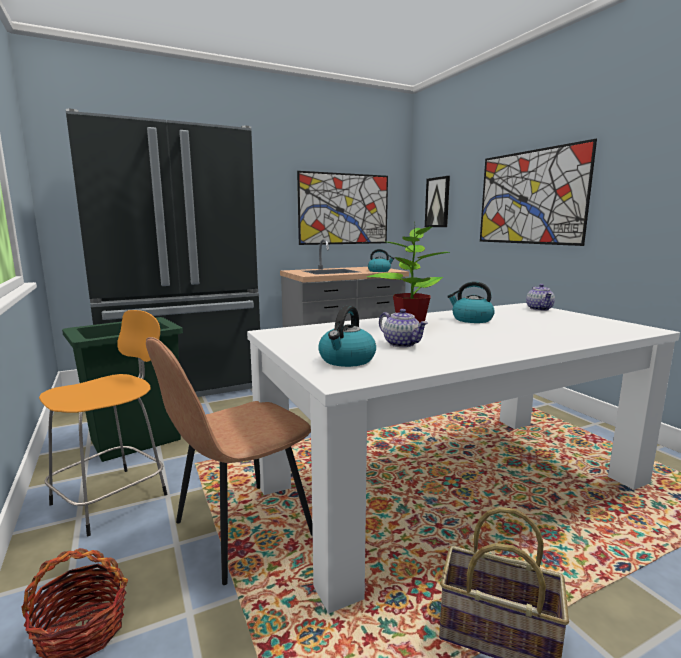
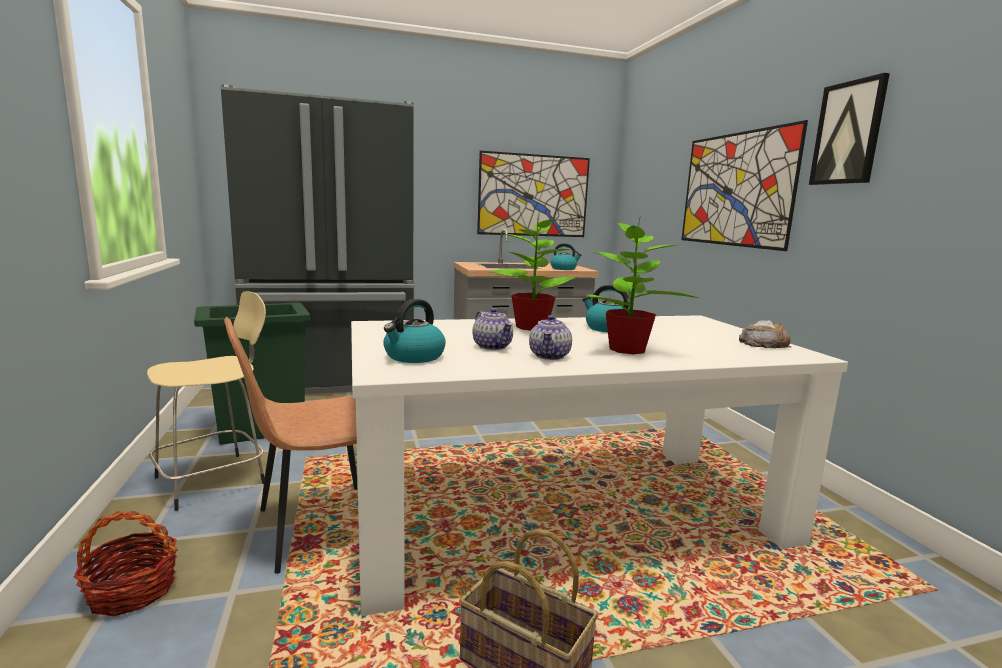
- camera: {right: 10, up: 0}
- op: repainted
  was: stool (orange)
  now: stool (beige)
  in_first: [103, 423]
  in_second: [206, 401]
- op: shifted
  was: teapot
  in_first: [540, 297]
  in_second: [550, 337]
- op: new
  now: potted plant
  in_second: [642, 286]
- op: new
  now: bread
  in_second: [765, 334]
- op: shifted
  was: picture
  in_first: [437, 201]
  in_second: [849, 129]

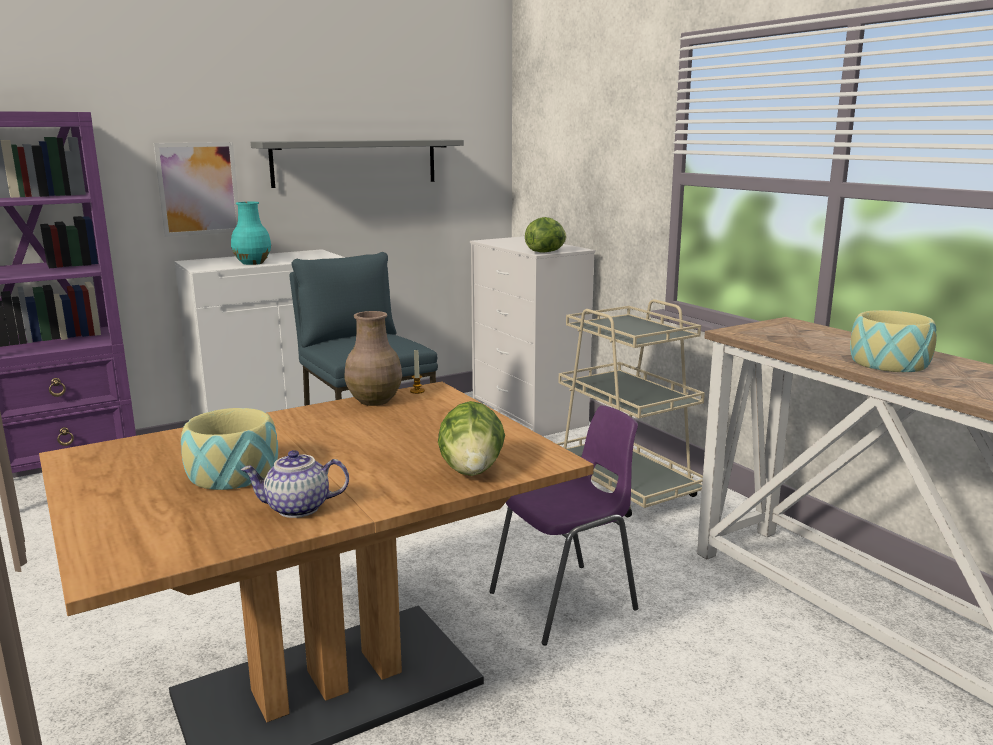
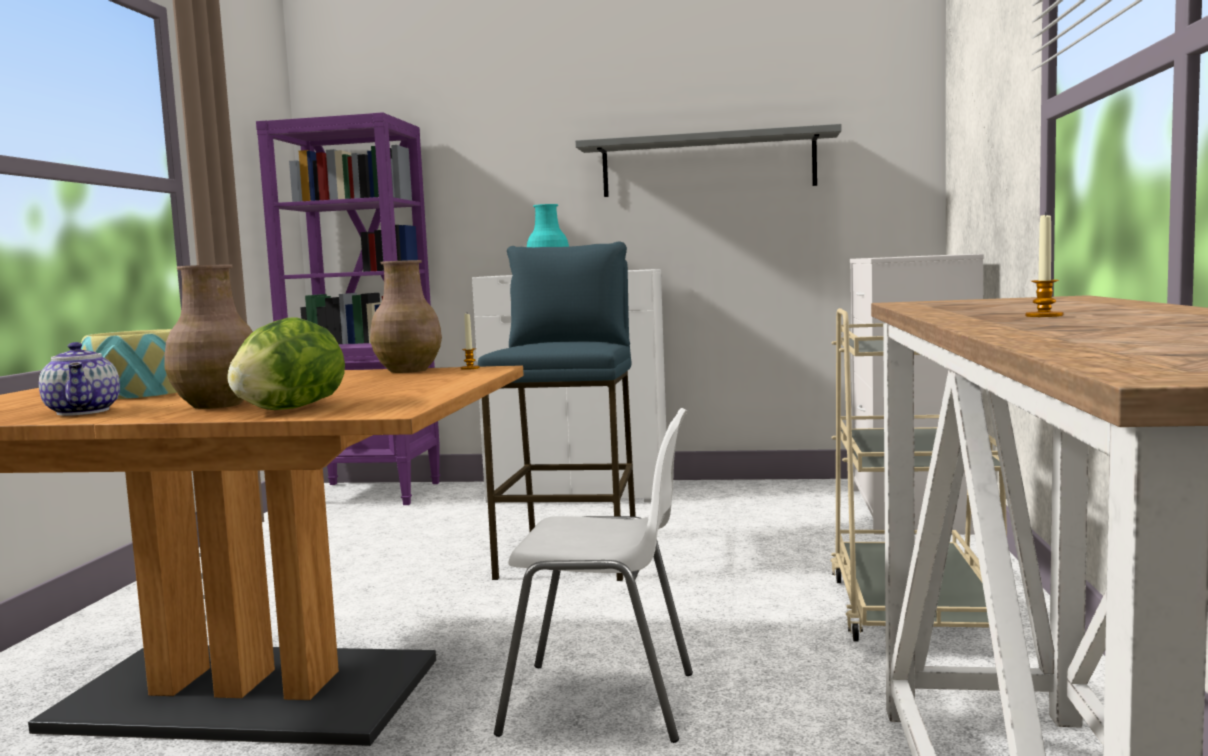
- camera: {right: 40, up: -10}
- op: rotated
  was: teapot
  in_first: [294, 484]
  in_second: [79, 379]
  clockwise: -150
- op: new
  now: vase (brown)
  in_second: [209, 336]
- op: repainted
  was: chair (purple)
  now: chair (white)
  in_first: [563, 526]
  in_second: [593, 575]
- op: swapped
  was: bowl
  now: candle
  in_first: [893, 341]
  in_second: [1044, 264]
- op: gone
  was: picture
  in_first: [196, 189]
- op: gone
  was: lettuce
  in_first: [545, 234]

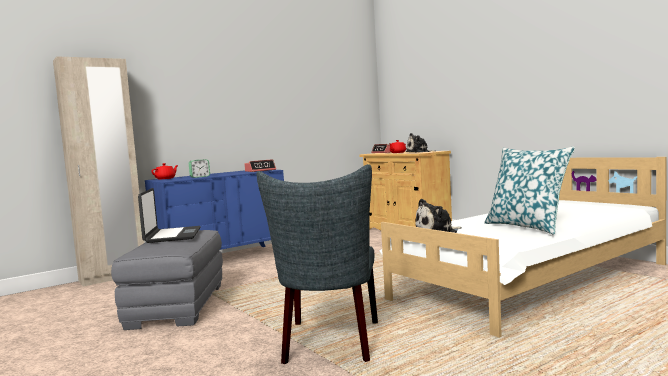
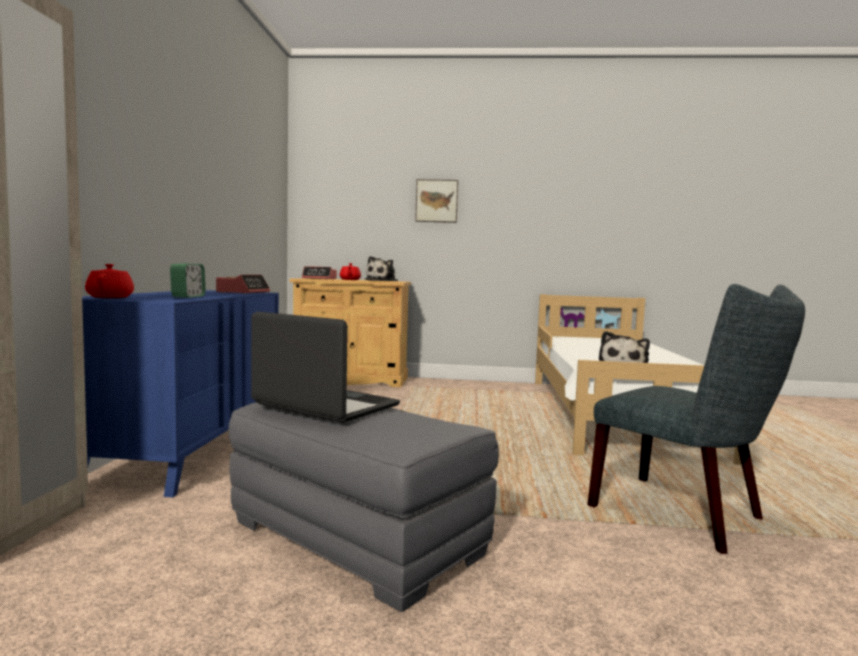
- camera: {right: -50, up: 0}
- op: new
  now: picture
  in_second: [436, 201]
- op: gone
  was: pillow
  in_first: [529, 191]

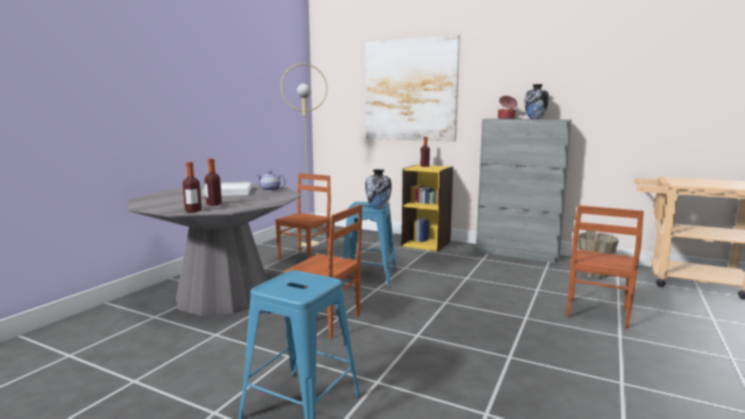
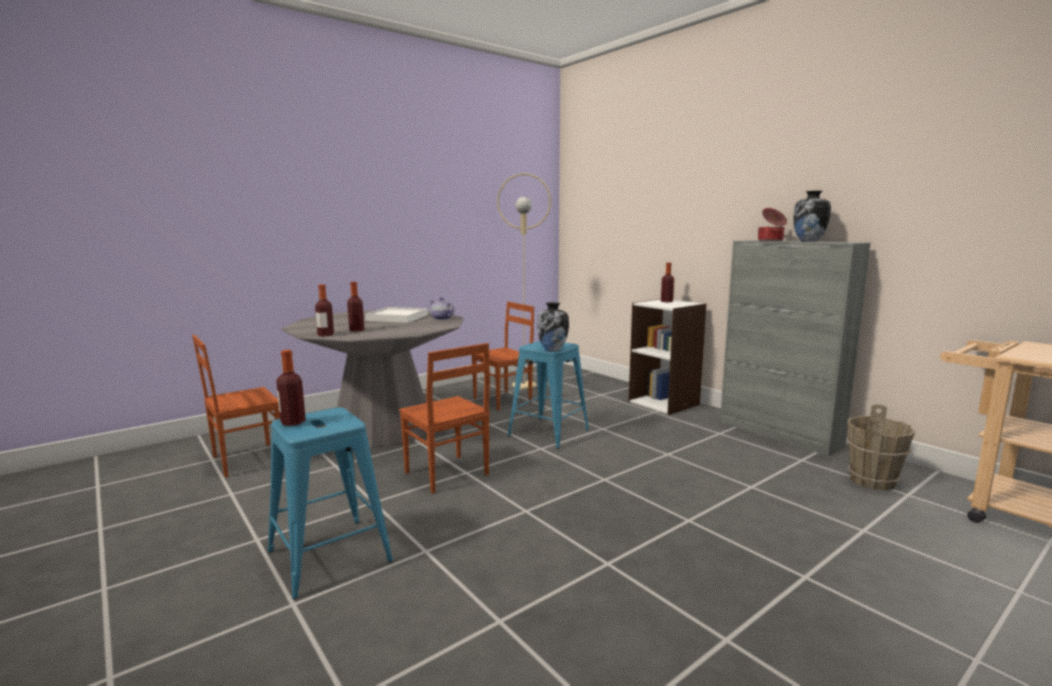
- camera: {right: 25, up: 0}
- op: shifted
  was: chair (brown)
  in_first: [605, 267]
  in_second: [236, 406]
- op: new
  now: bottle
  in_second: [291, 388]
- op: repainted
  was: bookcase (yellow)
  now: bookcase (white)
  in_first: [427, 208]
  in_second: [667, 357]
- op: gone
  was: picture
  in_first: [413, 88]

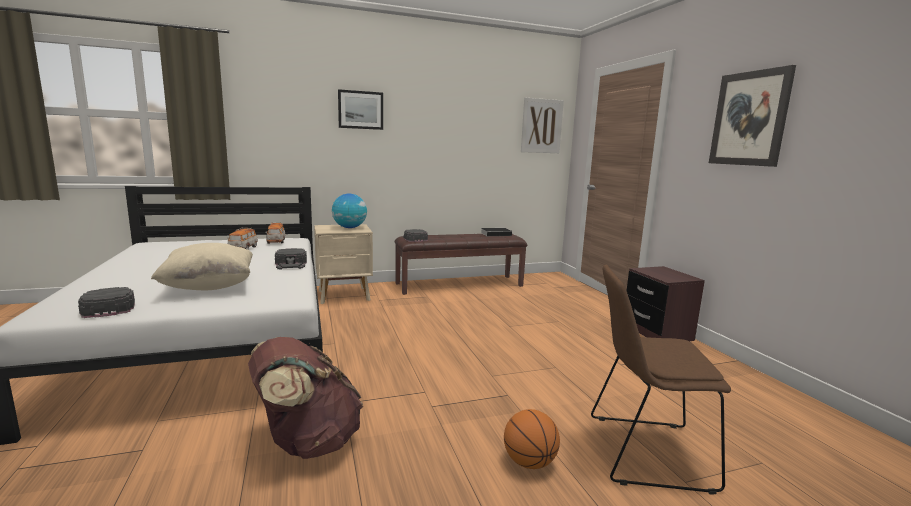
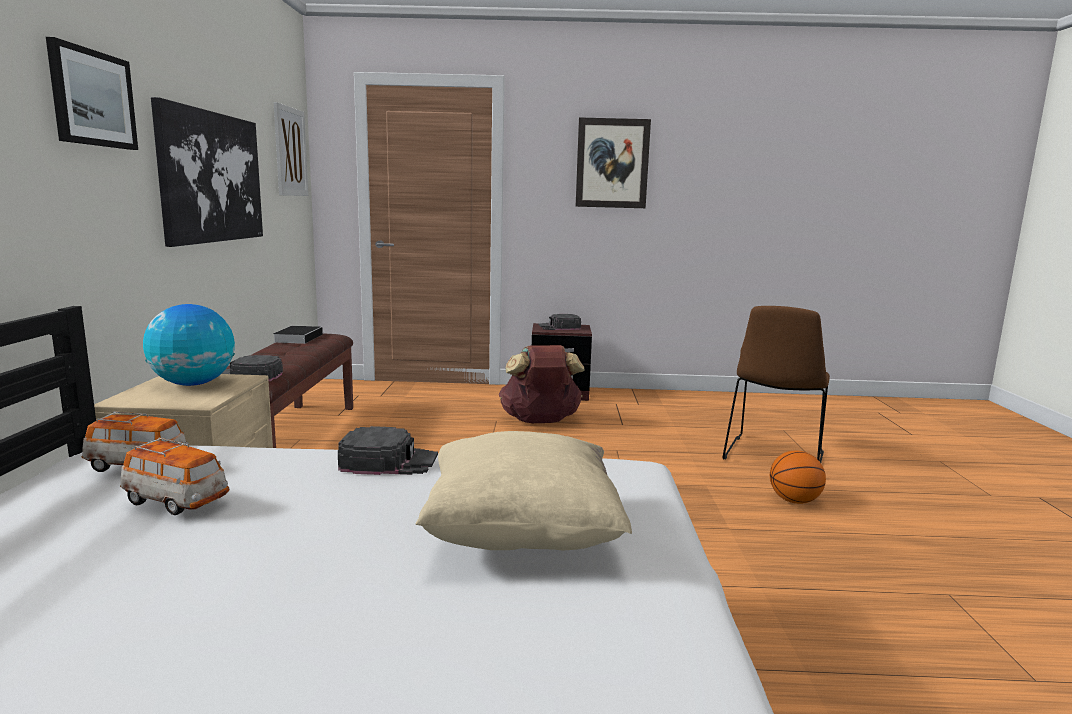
- camera: {right: -70, up: 0}
- op: new
  now: picture
  in_second: [207, 172]
- op: shifted
  was: backpack (brown)
  in_first: [305, 398]
  in_second: [541, 384]
- op: shifted
  was: cap (black)
  in_first: [106, 302]
  in_second: [559, 322]

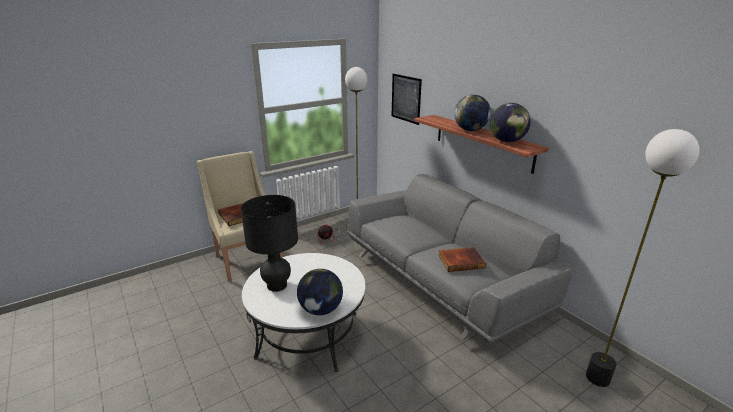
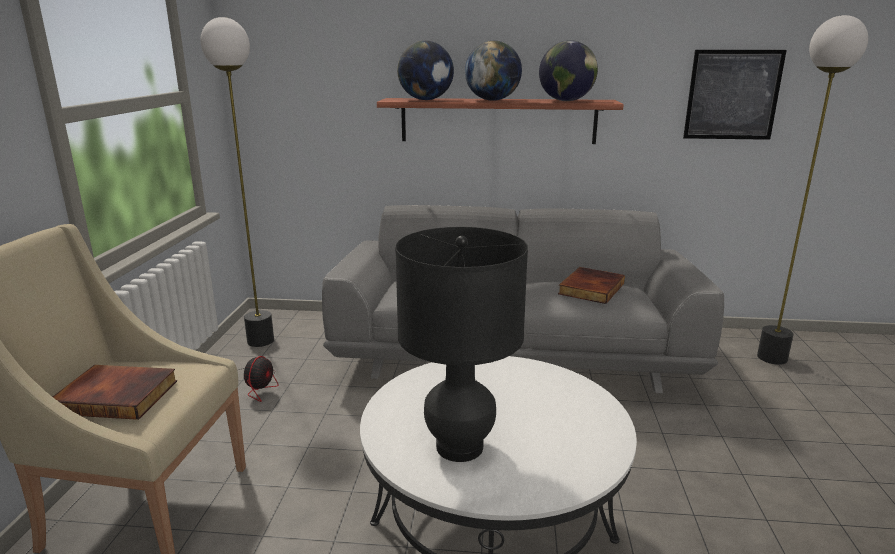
- camera: {right: -50, up: -5}
- op: shifted
  was: globe
  in_first: [320, 292]
  in_second: [425, 70]
- op: shifted
  was: picture
  in_first: [407, 99]
  in_second: [735, 95]

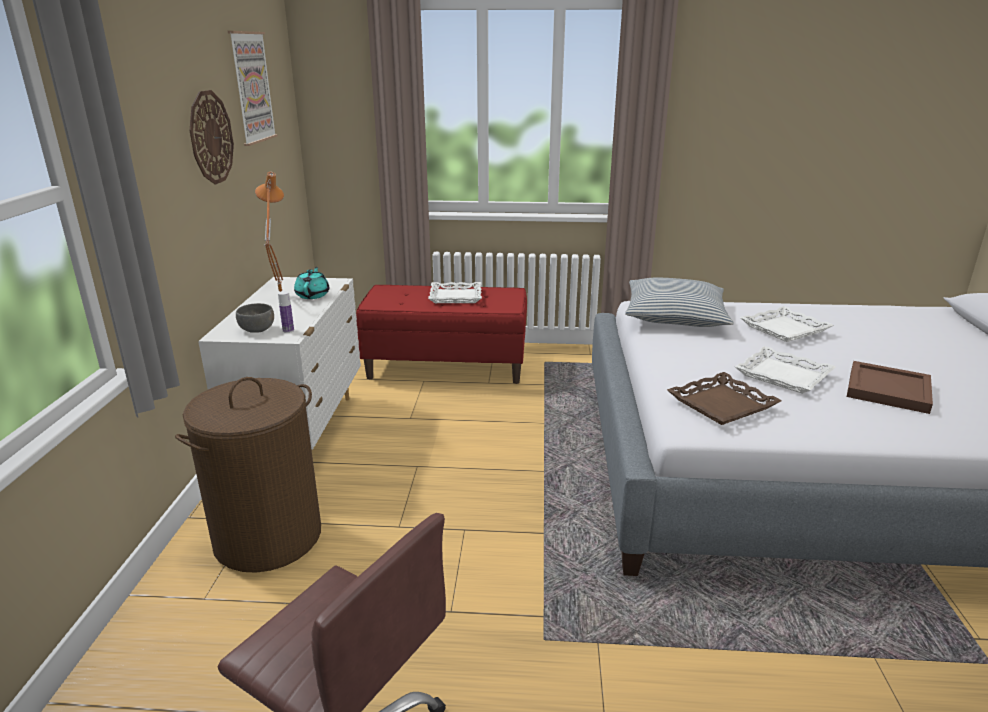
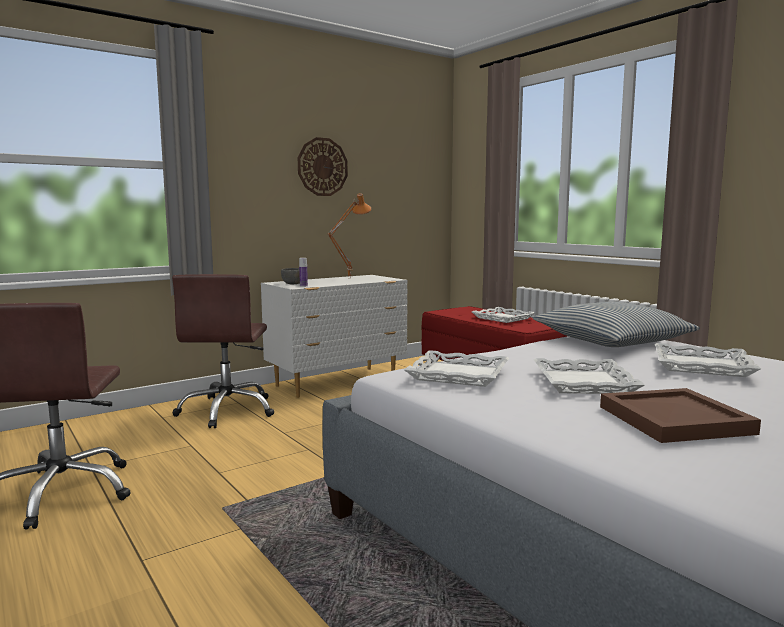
- camera: {right: 50, up: -15}
- op: swapped
  was: laundry basket (brown)
  now: office chair (brown)
  in_first: [248, 475]
  in_second: [223, 351]
- op: repainted
  was: tray (brown)
  now: tray (white)
  in_first: [724, 398]
  in_second: [456, 368]
- op: gone
  was: picture
  in_first: [253, 88]
- op: gone
  was: teapot (turquoise)
  in_first: [311, 283]

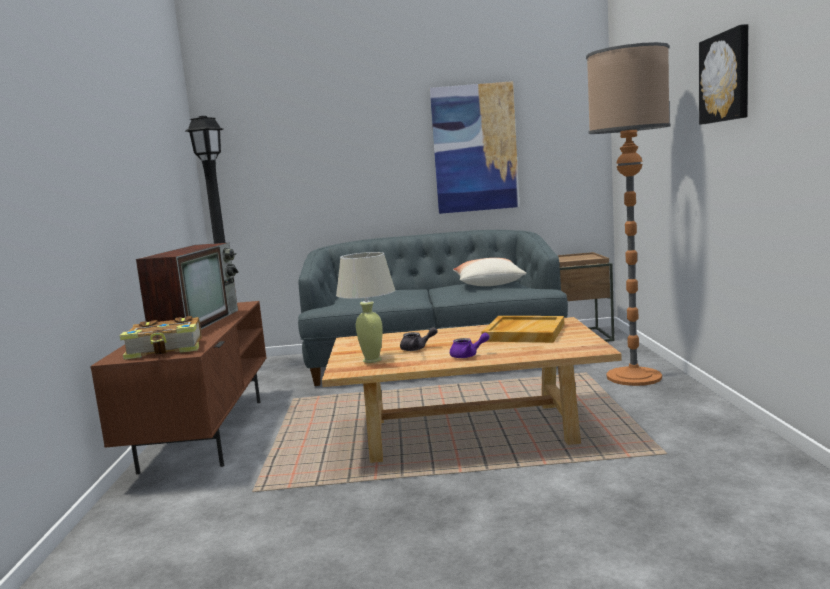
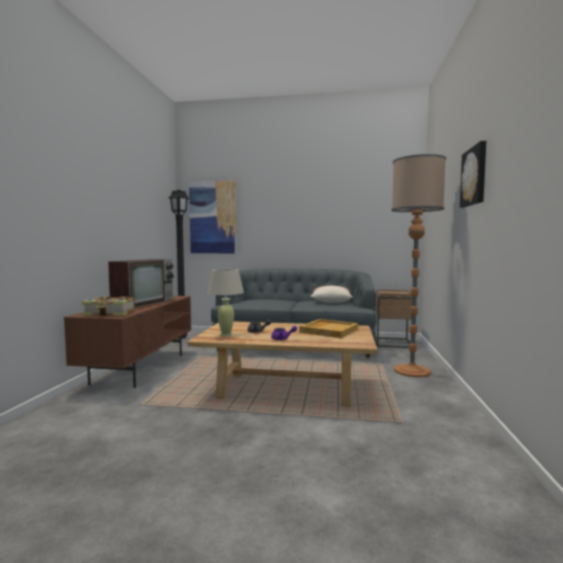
- camera: {right: 10, up: -5}
- op: shifted
  was: picture
  in_first: [475, 147]
  in_second: [213, 216]

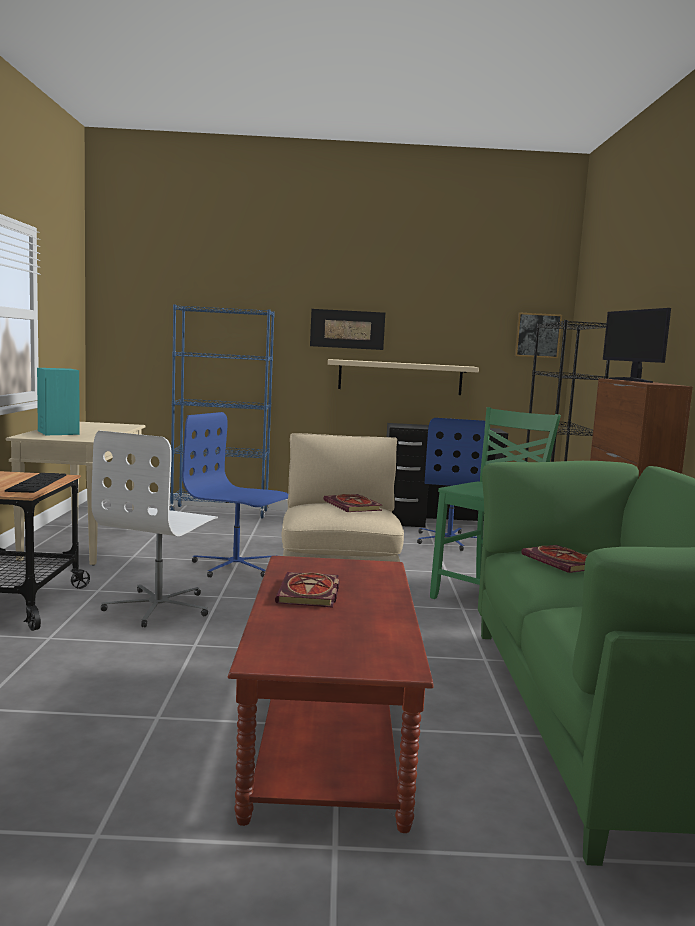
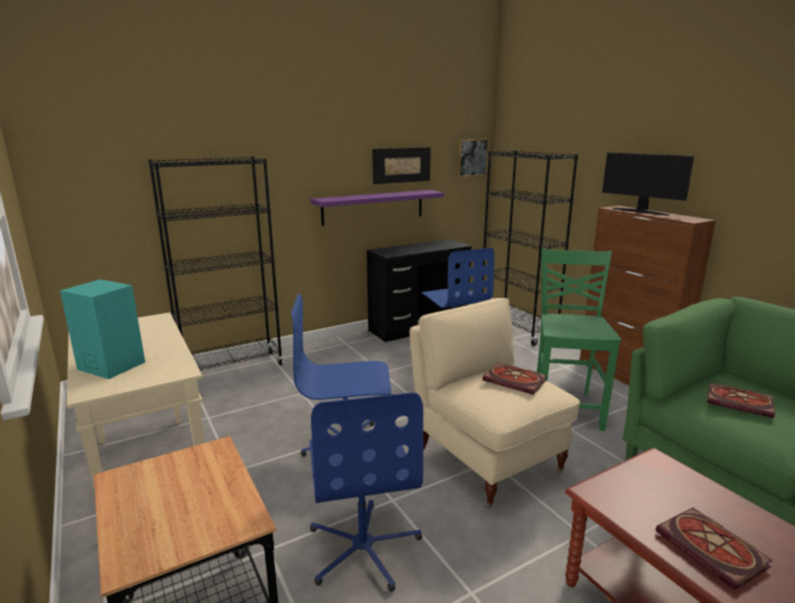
- camera: {right: -30, up: 10}
- op: repainted
  was: bookcase (blue)
  now: bookcase (black)
  in_first: [222, 412]
  in_second: [215, 263]
- op: repainted
  was: office chair (white)
  now: office chair (blue)
  in_first: [154, 529]
  in_second: [366, 492]
- op: repainted
  was: shelf (beige)
  now: shelf (purple)
  in_first: [403, 377]
  in_second: [377, 208]
- op: shifted
  was: picture
  in_first: [347, 329]
  in_second: [401, 165]
- op: gone
  was: keyboard
  in_first: [35, 483]

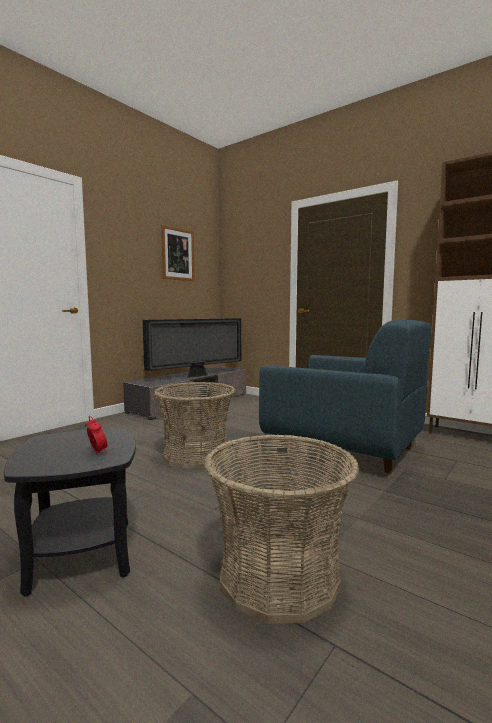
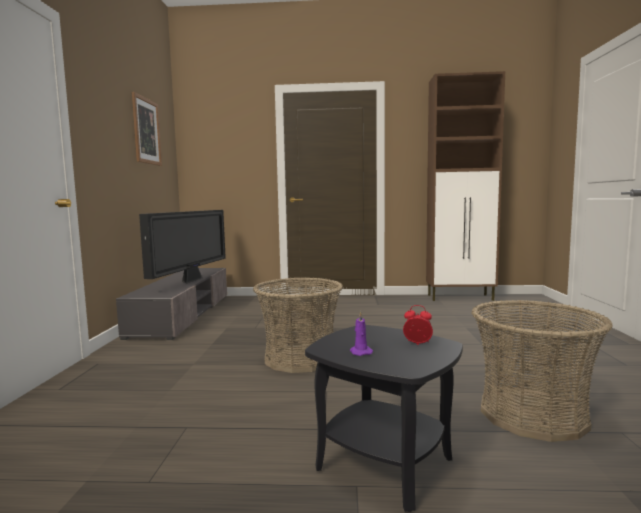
- camera: {right: -35, up: 0}
- op: new
  now: candle (purple)
  in_second: [361, 333]
- op: gone
  was: armchair (blue)
  in_first: [345, 397]

